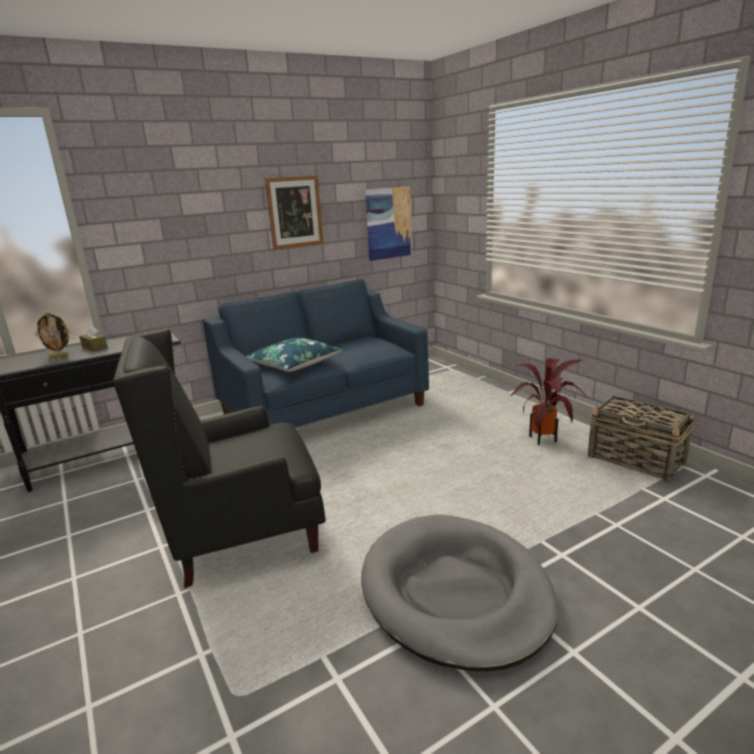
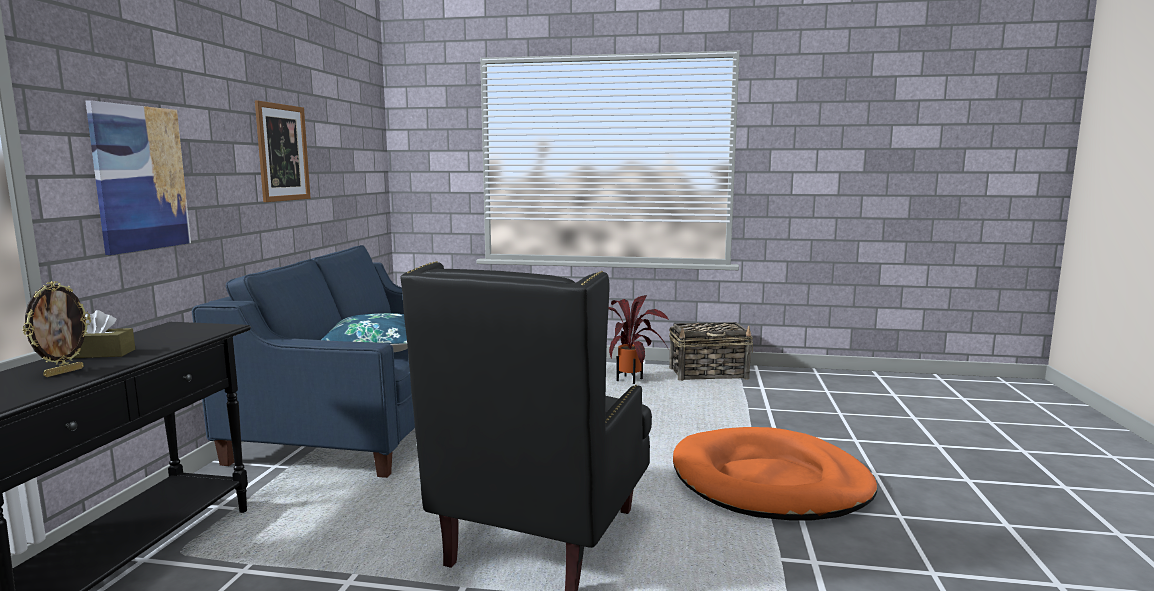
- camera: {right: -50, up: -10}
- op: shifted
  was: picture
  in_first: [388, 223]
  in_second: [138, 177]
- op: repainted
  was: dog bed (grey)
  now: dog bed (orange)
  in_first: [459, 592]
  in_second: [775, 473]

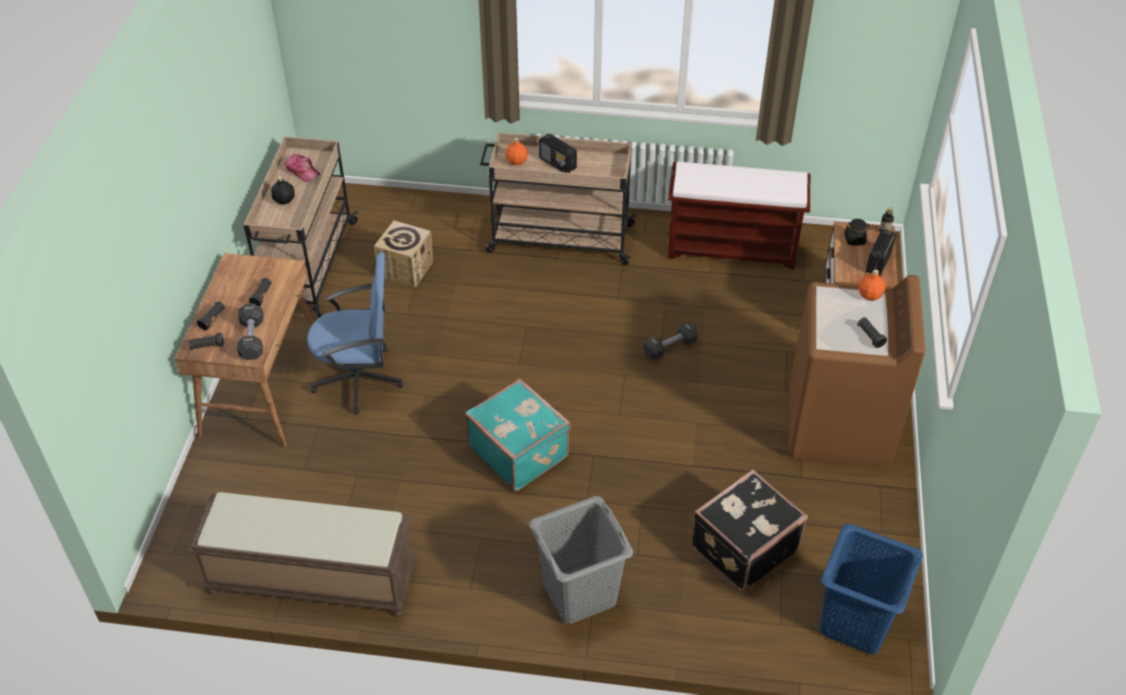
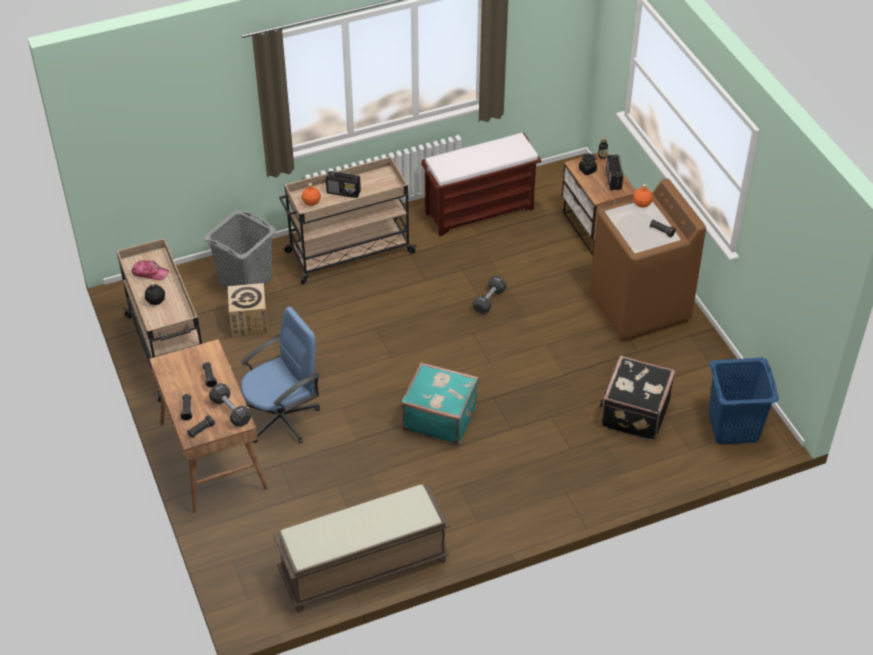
- camera: {right: -30, up: 0}
- op: shifted
  was: laundry basket (grey)
  in_first: [581, 560]
  in_second: [240, 249]

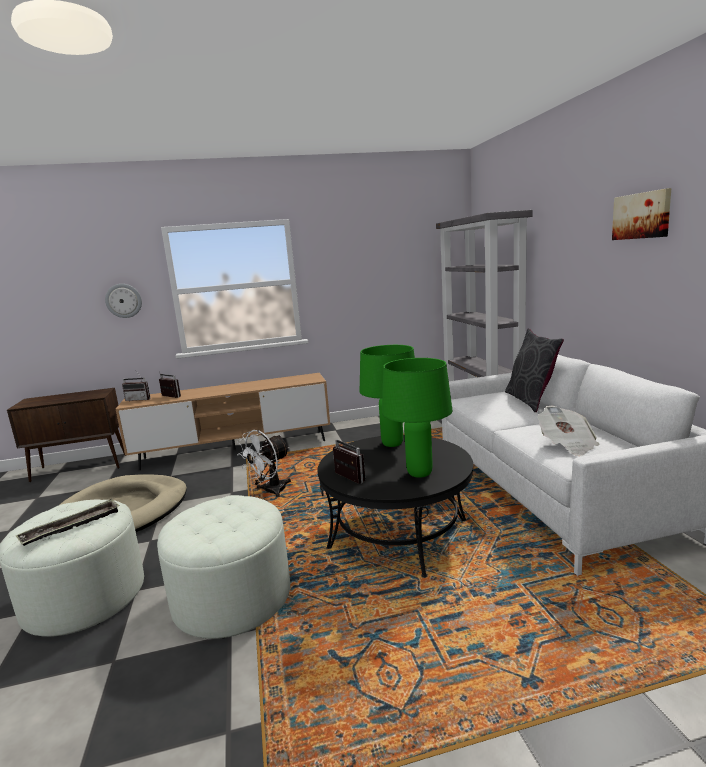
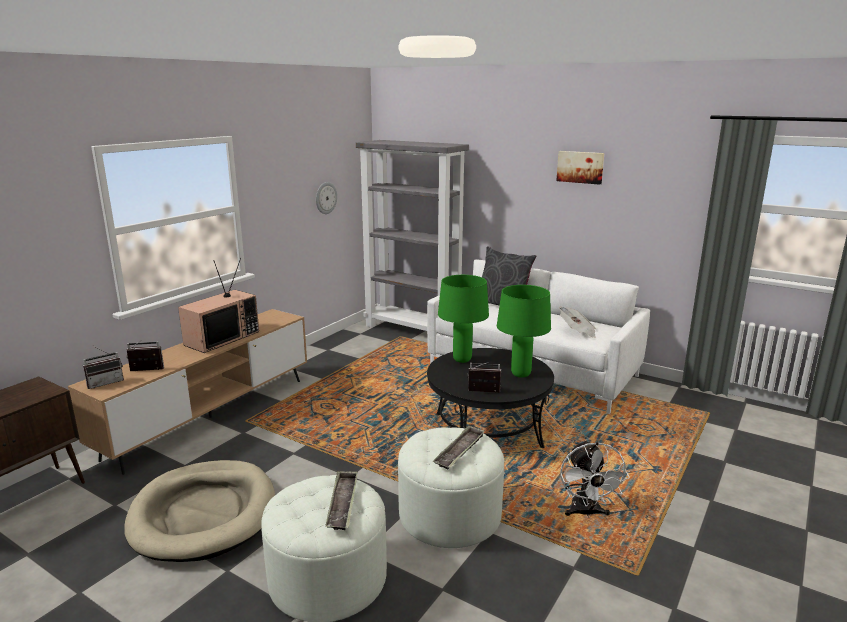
- camera: {right: -45, up: 5}
- op: new
  now: television
  in_second: [218, 305]
- op: shifted
  was: wall clock
  in_first: [123, 301]
  in_second: [326, 198]
- op: new
  now: tray
  in_second: [458, 447]
- op: shifted
  was: fan (white)
  in_first: [264, 463]
  in_second: [595, 479]

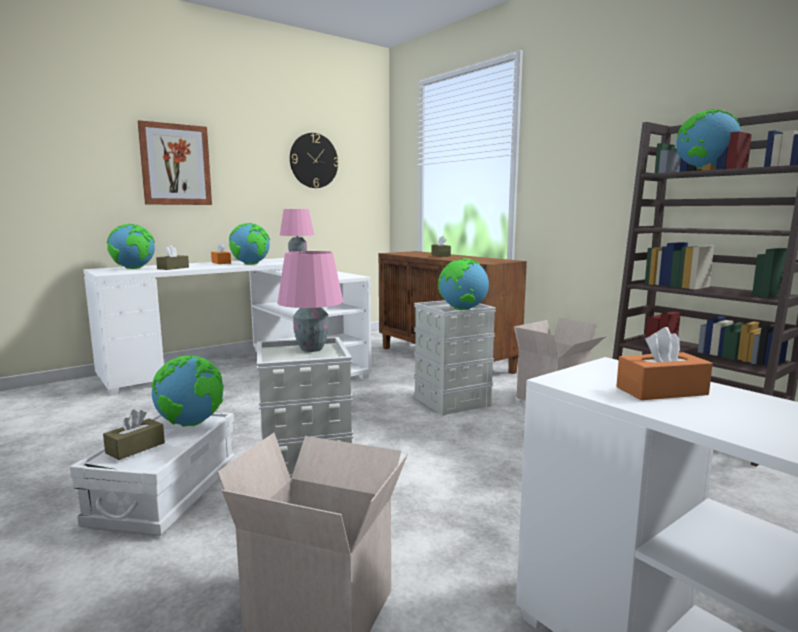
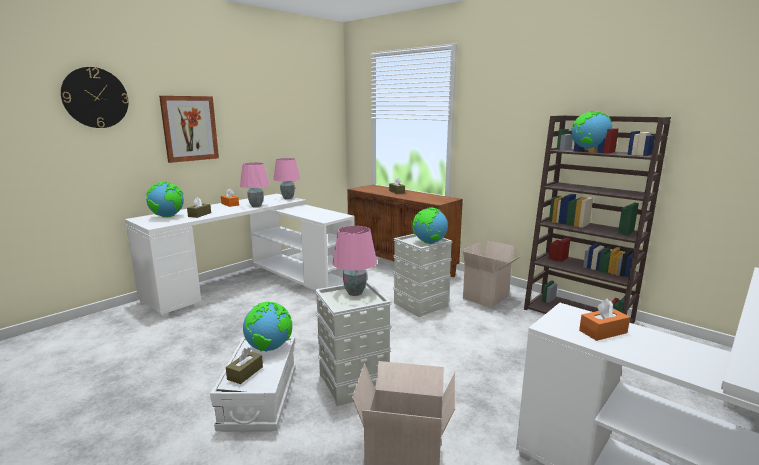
- camera: {right: -10, up: 5}
- op: shifted
  was: wall clock
  in_first: [314, 160]
  in_second: [95, 97]
- op: swapped
  was: globe
  now: table lamp (pink)
  in_first: [249, 244]
  in_second: [254, 185]

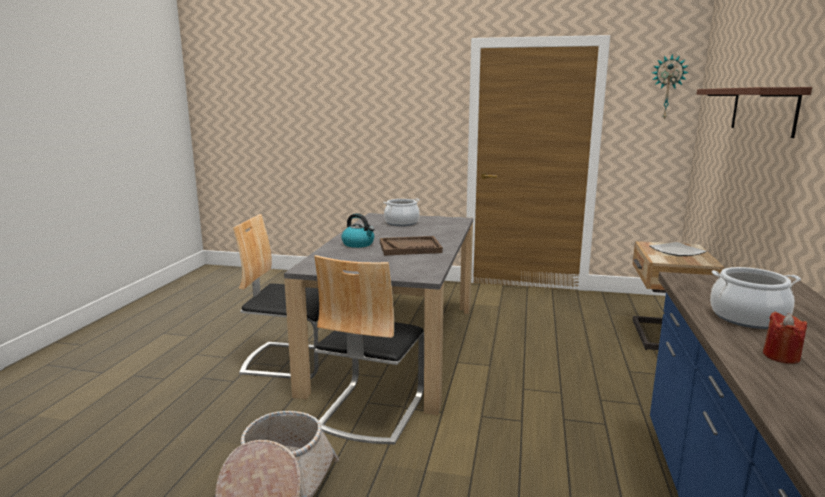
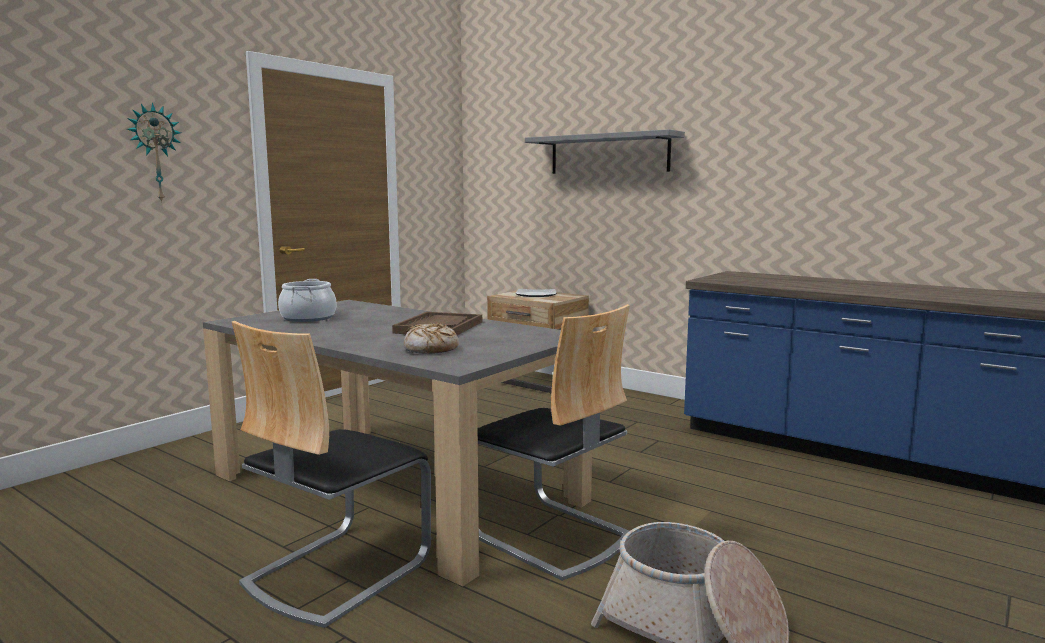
- camera: {right: -65, up: -5}
- op: shifted
  was: wall clock
  in_first: [670, 87]
  in_second: [154, 153]
- op: new
  now: bread
  in_second: [431, 338]
- op: repainted
  was: shelf (brown)
  now: shelf (grey)
  in_first: [754, 112]
  in_second: [605, 151]
- op: gone
  was: kettle
  in_first: [357, 230]
- op: gone
  was: cooking pot
  in_first: [755, 298]
- op: gone
  was: candle (red)
  in_first: [785, 338]

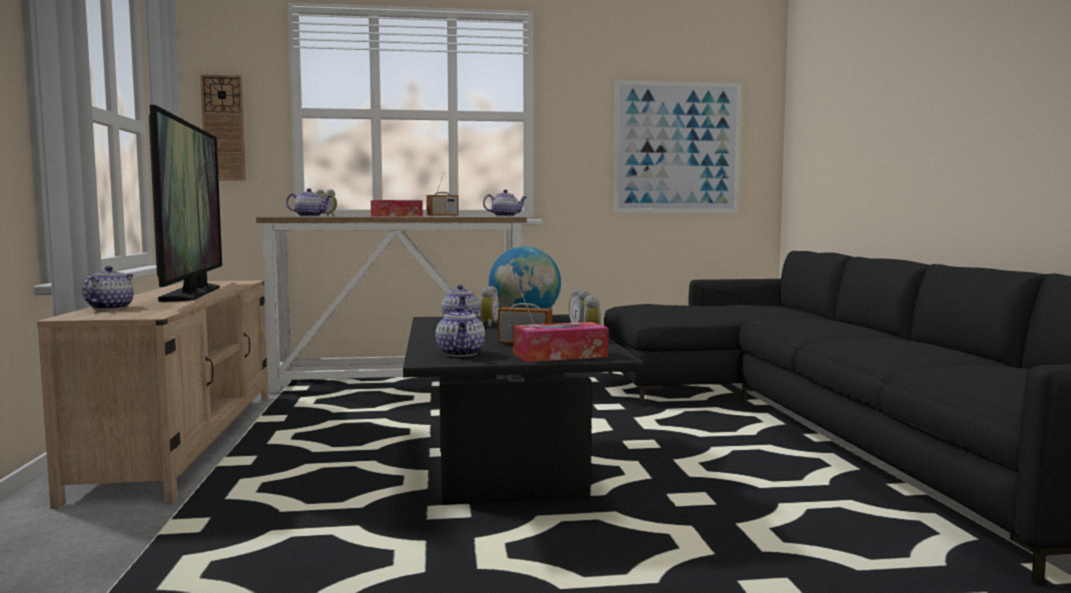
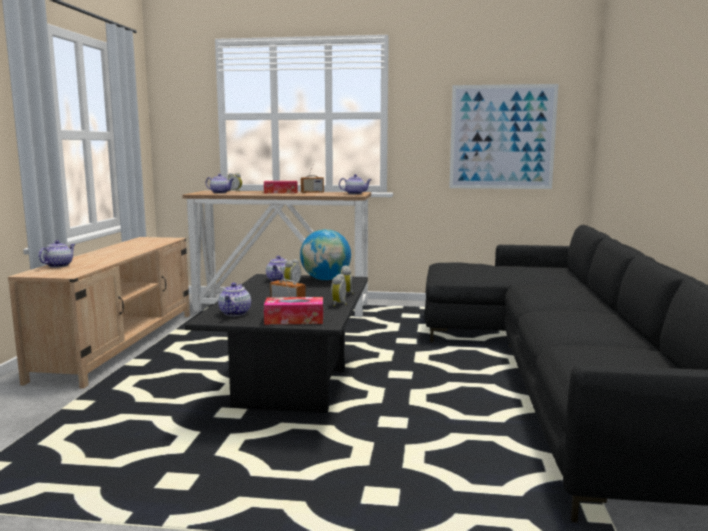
- camera: {right: 15, up: 5}
- op: gone
  was: television
  in_first: [185, 203]
- op: gone
  was: wall clock
  in_first: [223, 127]

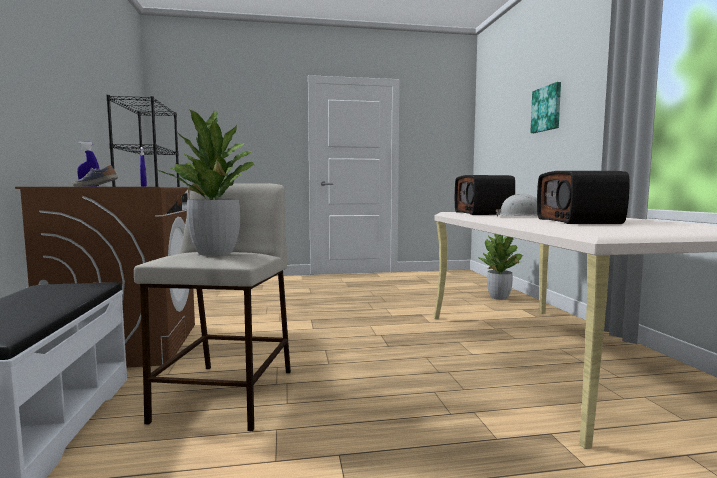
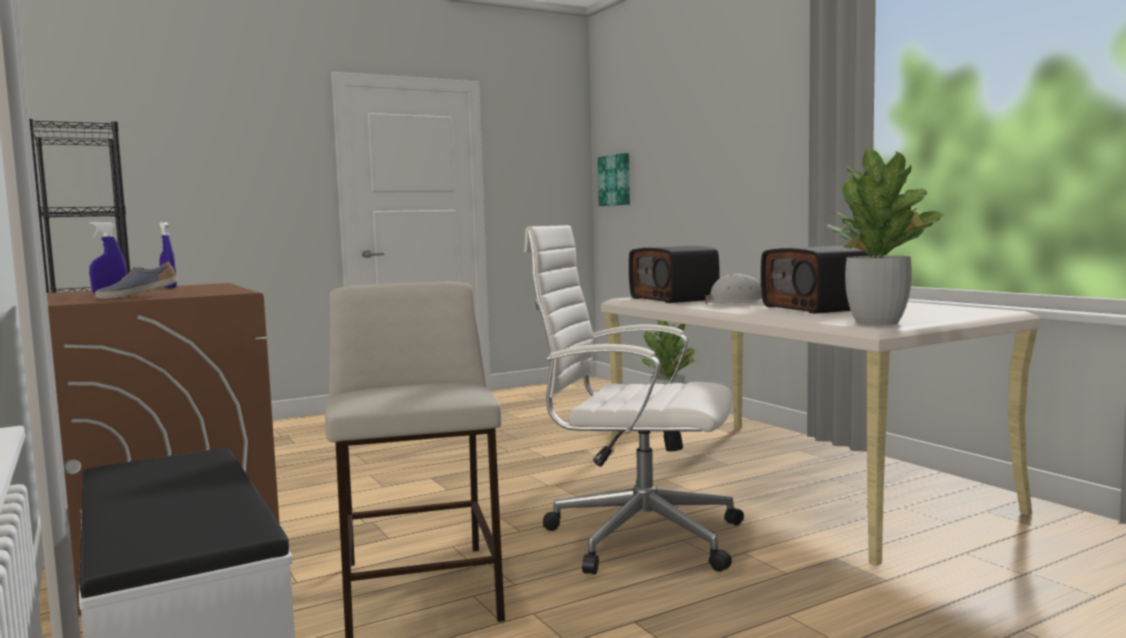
- camera: {right: -20, up: 0}
- op: new
  now: office chair (white)
  in_second: [634, 400]
- op: shifted
  was: picture
  in_first: [545, 107]
  in_second: [614, 179]
- op: shifted
  was: potted plant
  in_first: [207, 183]
  in_second: [885, 237]

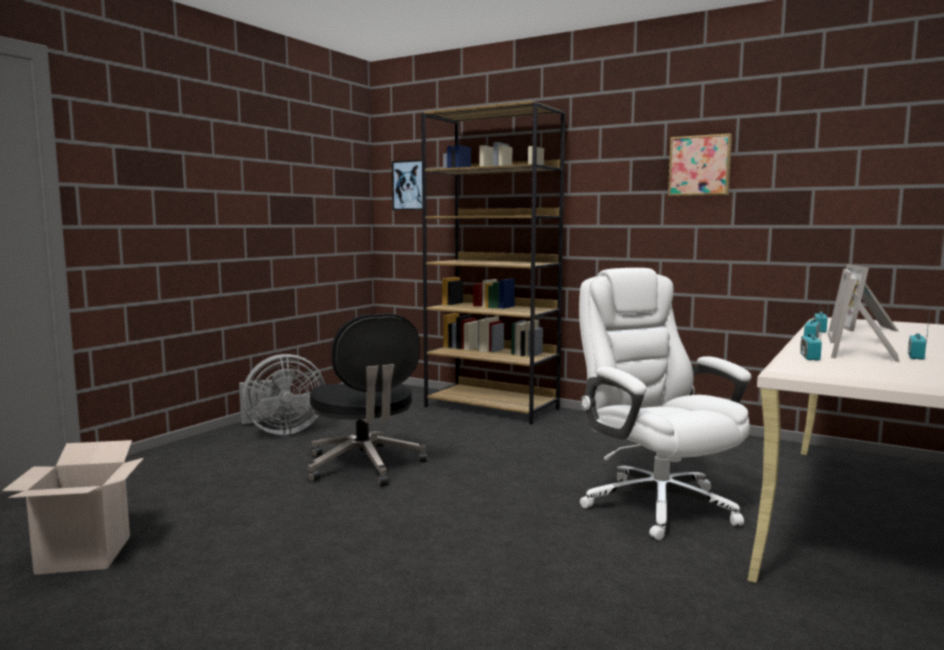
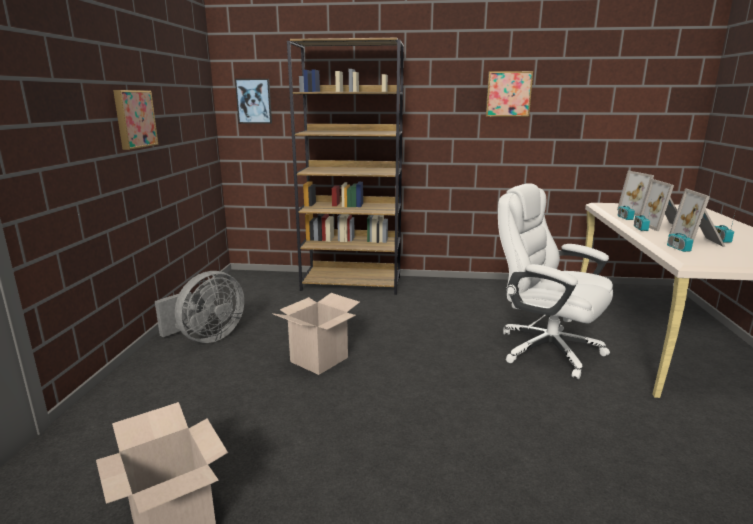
- camera: {right: -25, up: 10}
- op: new
  now: picture
  in_second: [136, 120]
- op: swapped
  was: office chair (black)
  now: cardboard box
  in_first: [367, 399]
  in_second: [316, 334]

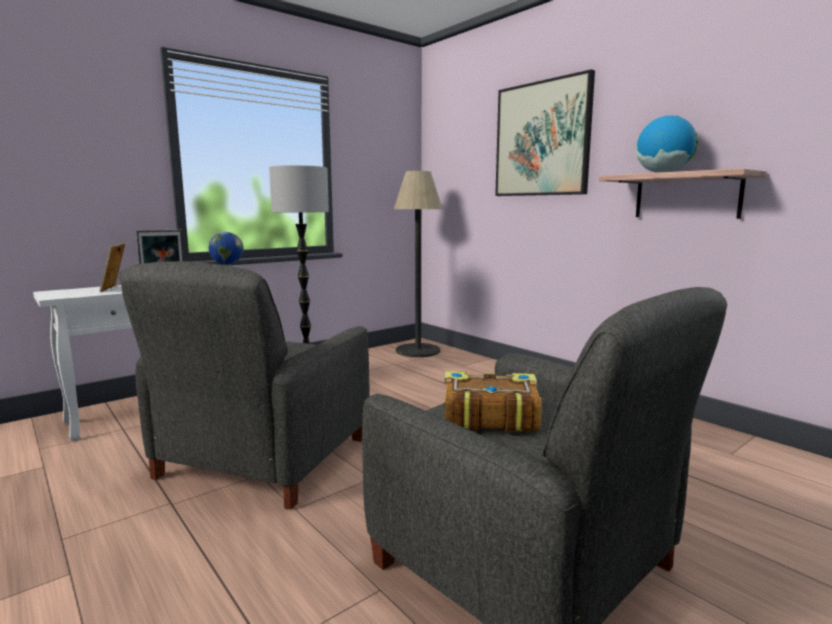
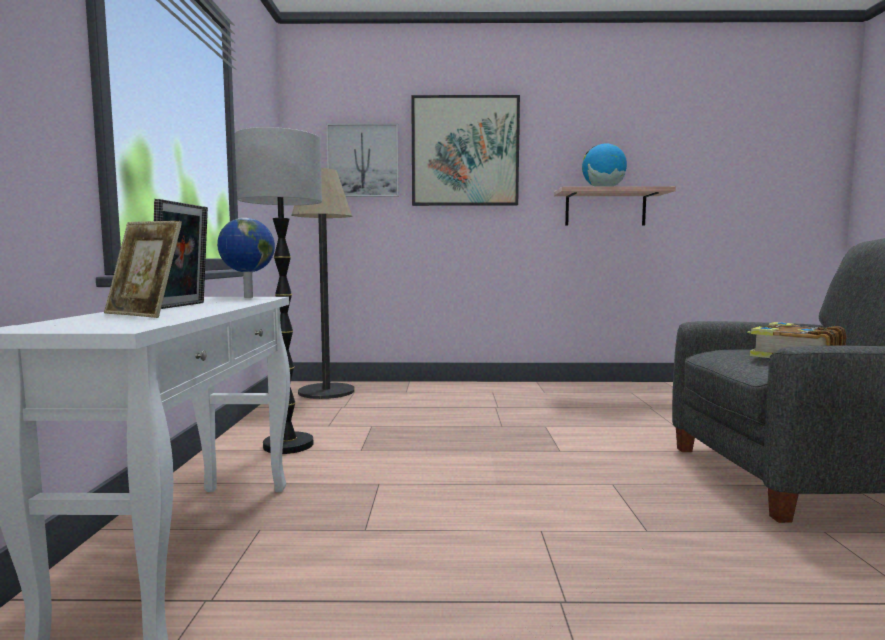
- camera: {right: -50, up: -5}
- op: new
  now: picture
  in_second: [362, 160]
- op: gone
  was: armchair (grey)
  in_first: [244, 385]

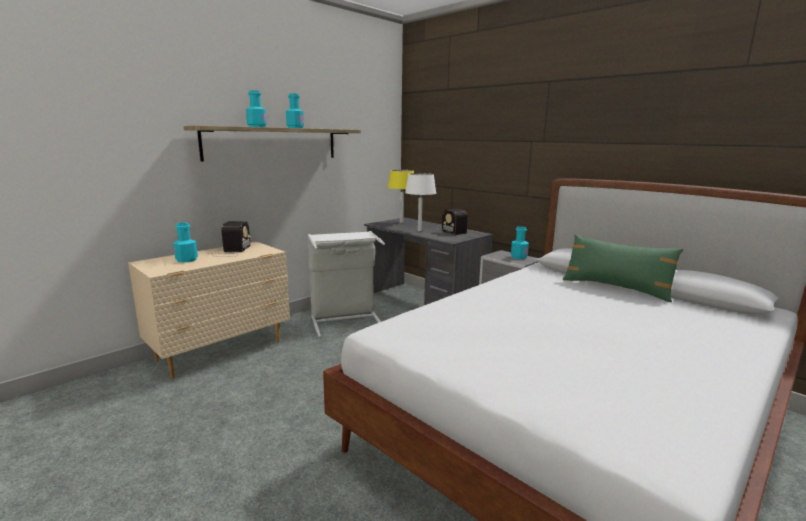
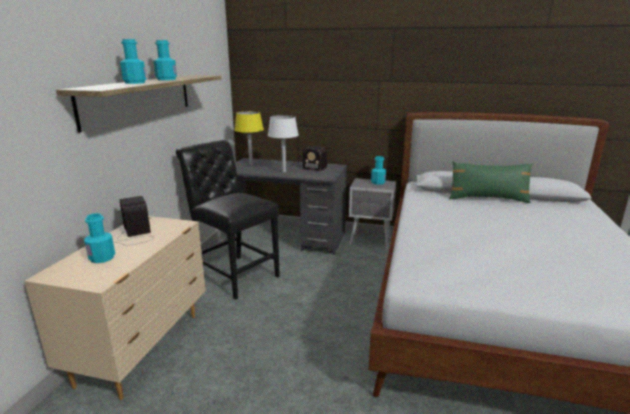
- camera: {right: -30, up: 5}
- op: swapped
  was: laundry basket (grey)
  now: chair (black)
  in_first: [346, 284]
  in_second: [228, 220]

